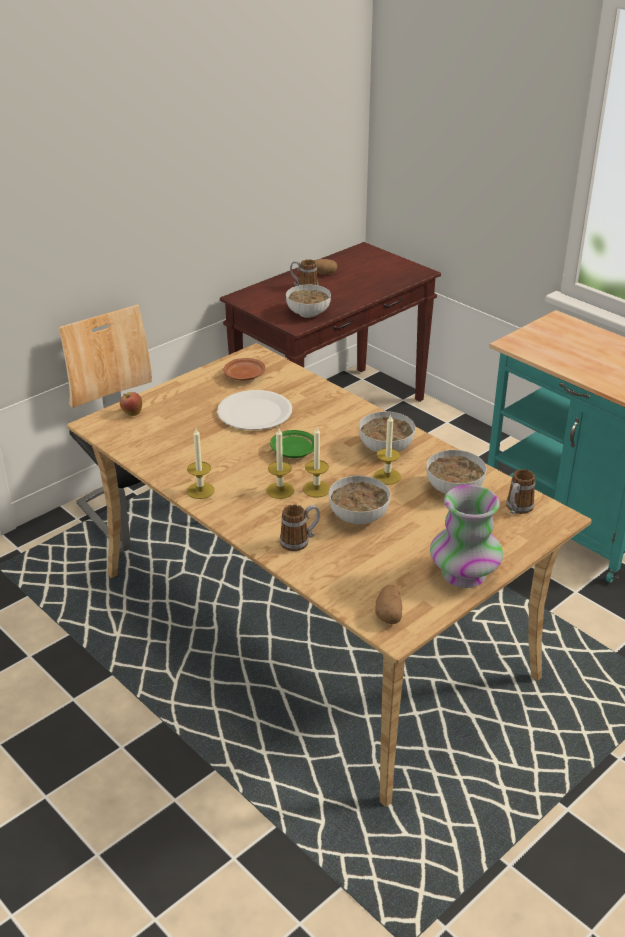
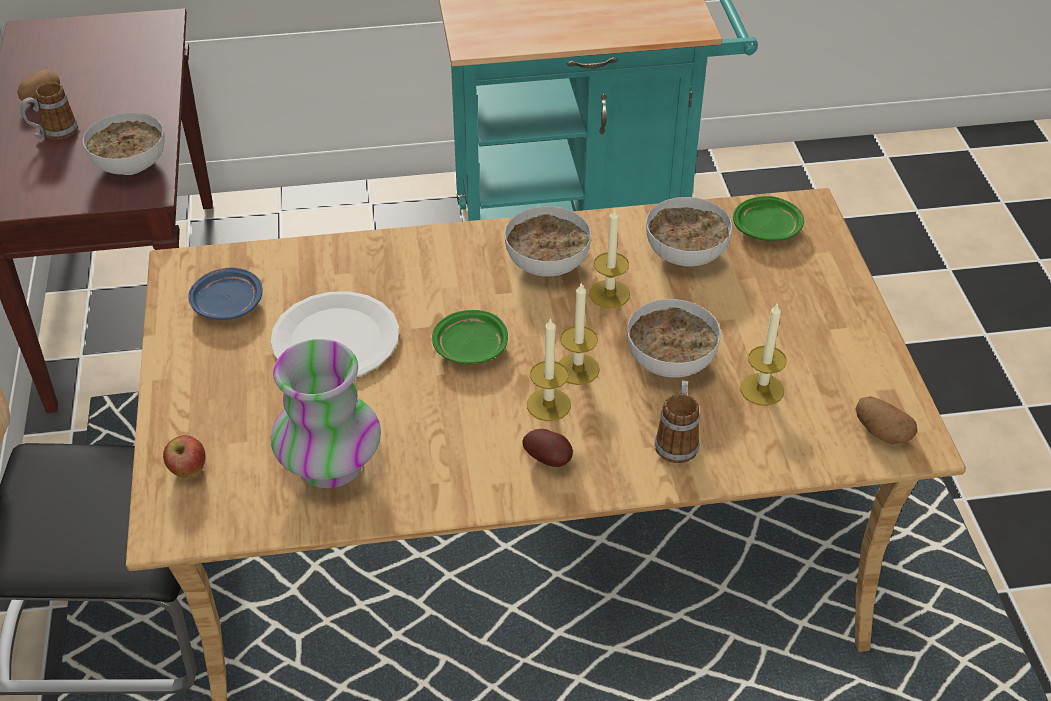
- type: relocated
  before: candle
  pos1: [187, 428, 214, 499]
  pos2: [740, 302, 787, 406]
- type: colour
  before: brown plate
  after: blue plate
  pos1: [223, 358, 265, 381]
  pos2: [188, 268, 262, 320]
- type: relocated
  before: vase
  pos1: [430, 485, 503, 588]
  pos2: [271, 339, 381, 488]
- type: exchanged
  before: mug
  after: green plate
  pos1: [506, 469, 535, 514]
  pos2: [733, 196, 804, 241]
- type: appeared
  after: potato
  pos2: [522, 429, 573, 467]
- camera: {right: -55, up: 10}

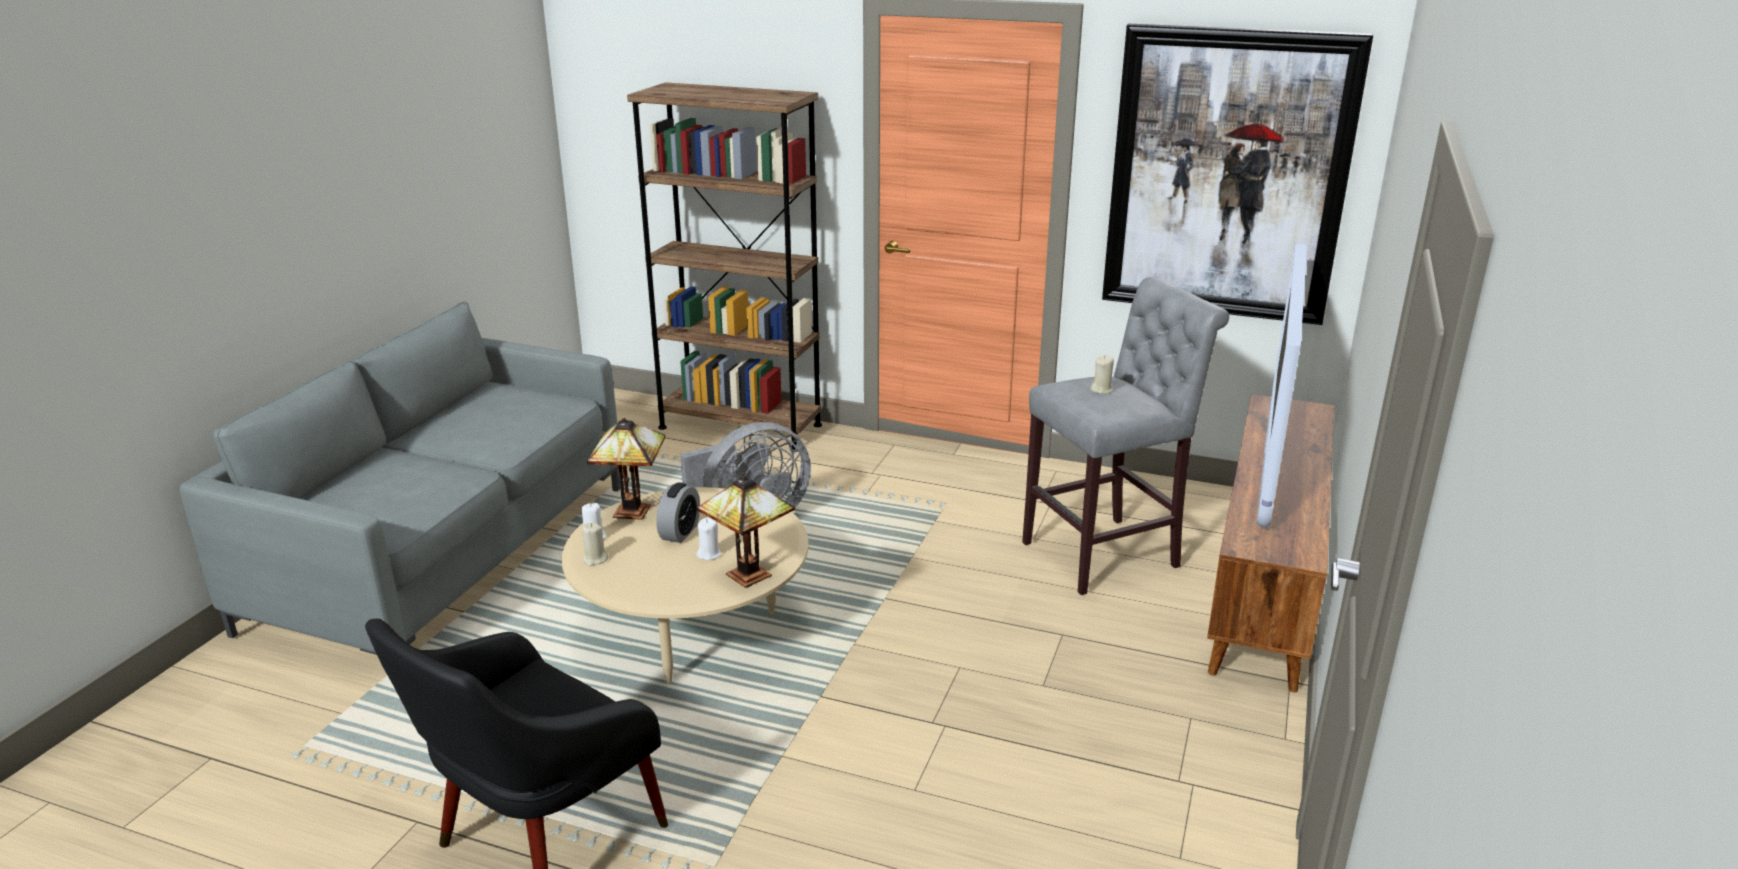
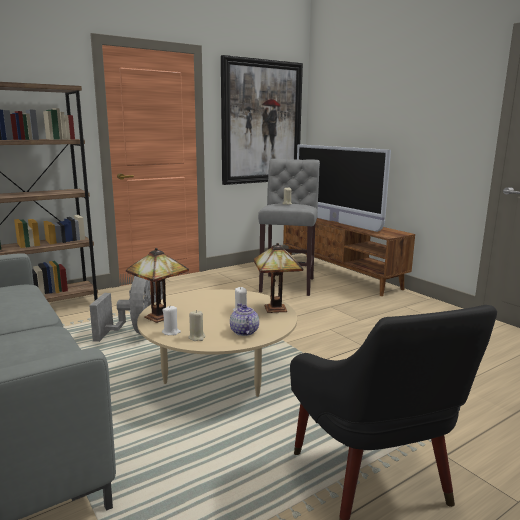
- type: missing
  before: alarm clock
  pos1: [656, 482, 700, 543]
- type: appeared
  after: teapot
  pos2: [230, 303, 259, 336]
- camera: {right: -55, up: -10}

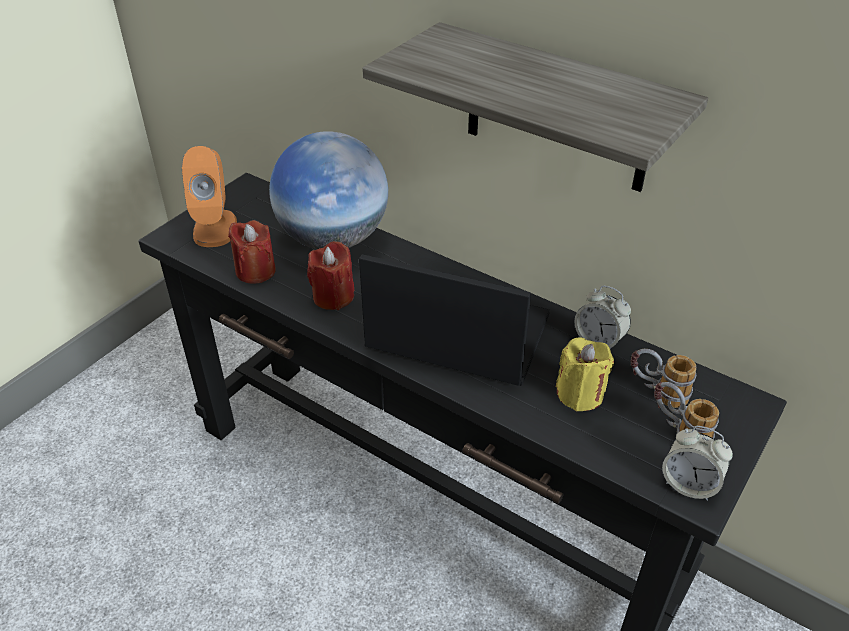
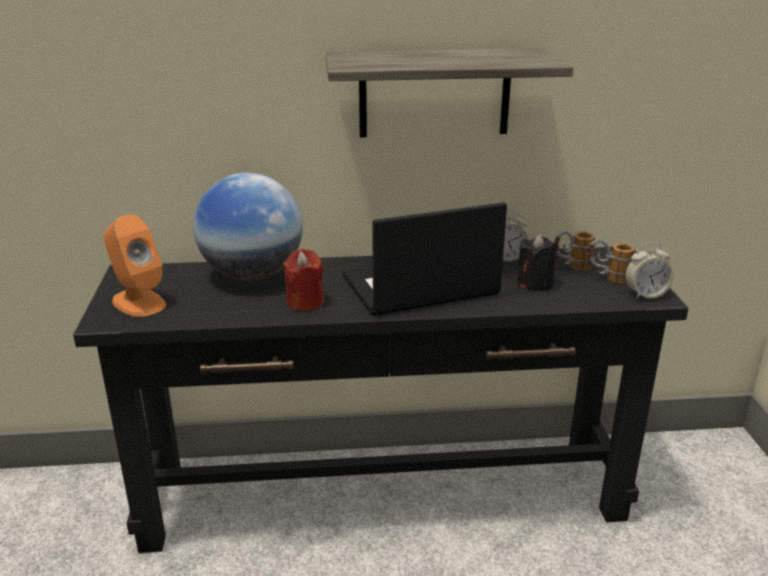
- type: missing
  before: red candle
  pos1: [228, 220, 276, 284]
- type: colour
  before: yellow candle
  after: black candle
  pos1: [556, 337, 614, 411]
  pos2: [517, 234, 558, 291]
- camera: {right: -40, up: -15}

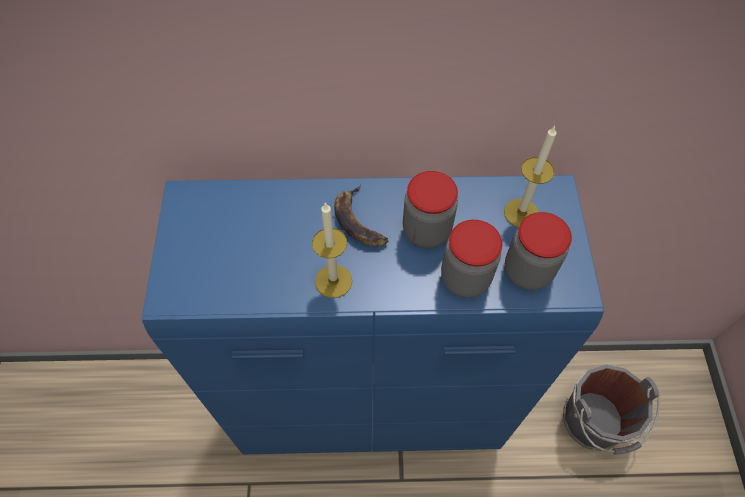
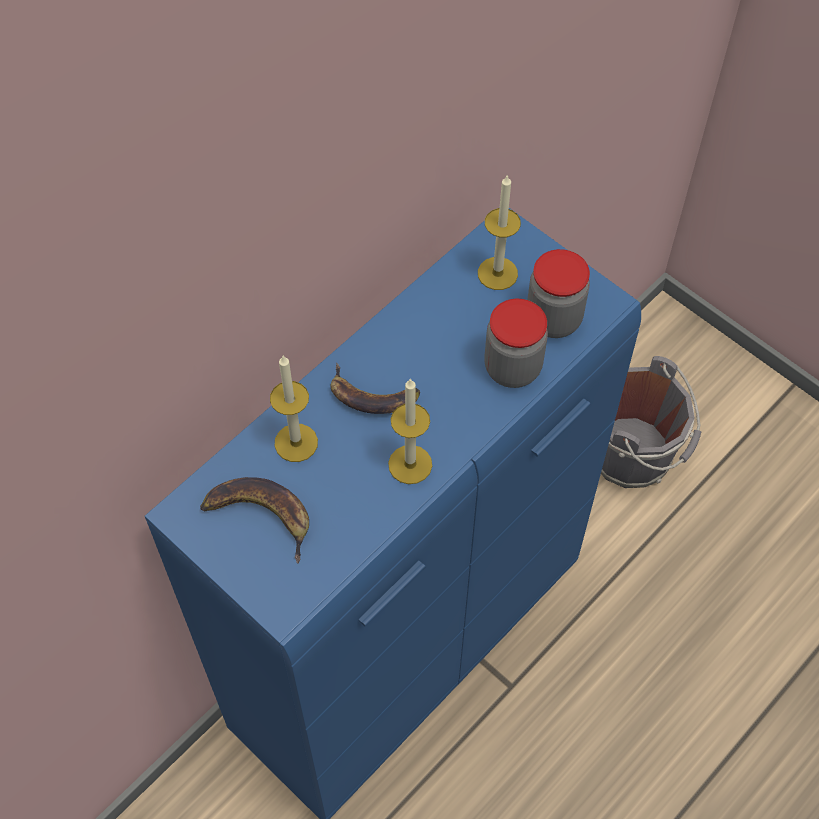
- type: missing
  before: jar
  pos1: [403, 171, 458, 248]
- type: appeared
  after: banana
  pos2: [200, 477, 309, 564]
- type: appeared
  after: candle
  pos2: [270, 356, 318, 462]
- camera: {right: -45, up: 0}

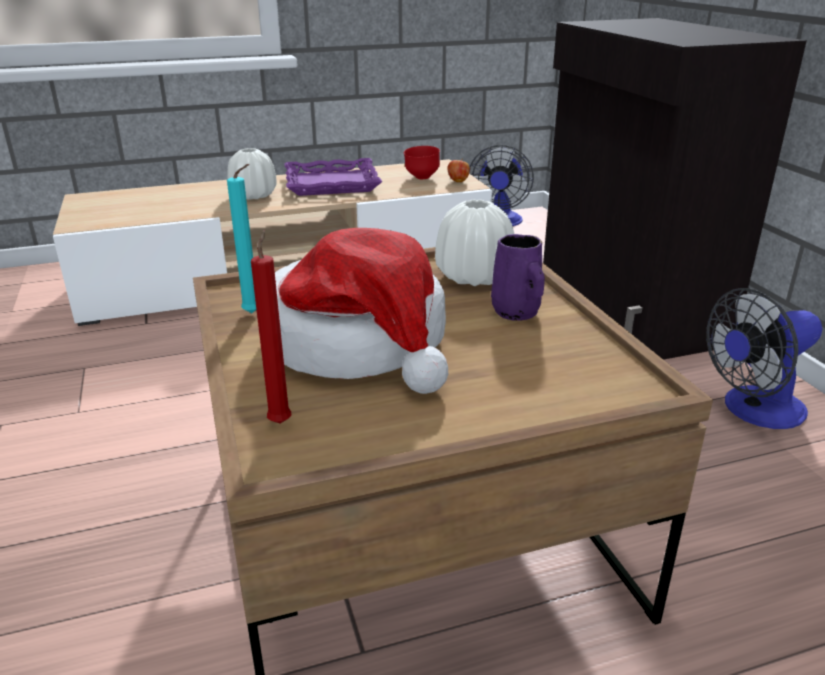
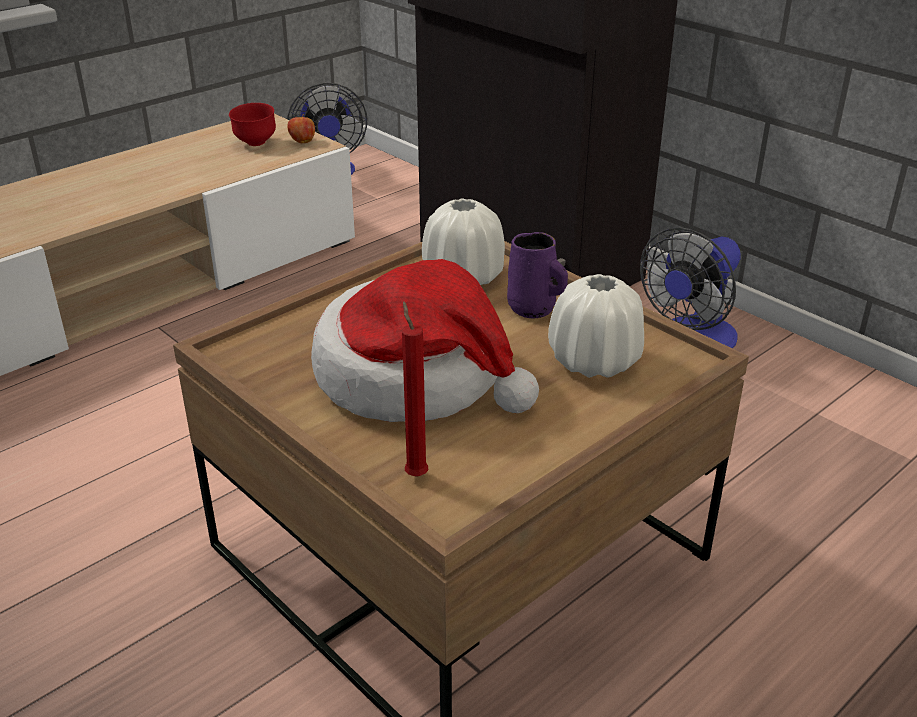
- type: relocated
  before: white vase
  pos1: [227, 148, 277, 200]
  pos2: [548, 274, 644, 378]
- type: missing
  before: turquoise candle
  pos1: [227, 164, 256, 313]
- type: missing
  before: purple tray
  pos1: [284, 158, 382, 196]
- camera: {right: -25, up: 5}

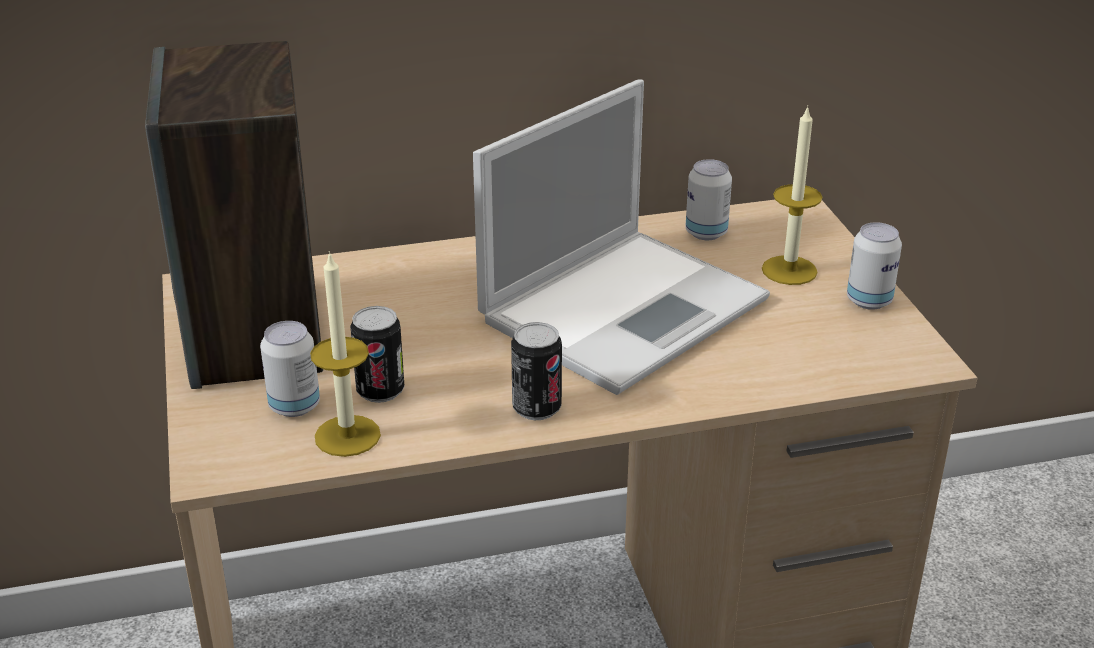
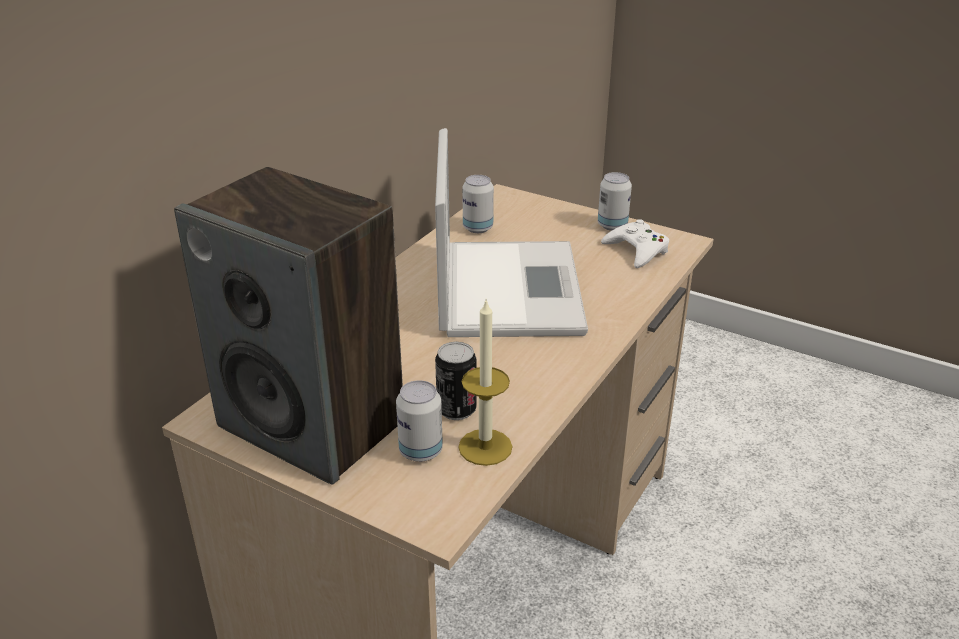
- type: missing
  before: can
  pos1: [511, 322, 562, 420]
- type: missing
  before: candle
  pos1: [762, 106, 822, 285]
- type: appeared
  after: white game controller
  pos2: [601, 219, 669, 268]
- camera: {right: -45, up: 0}

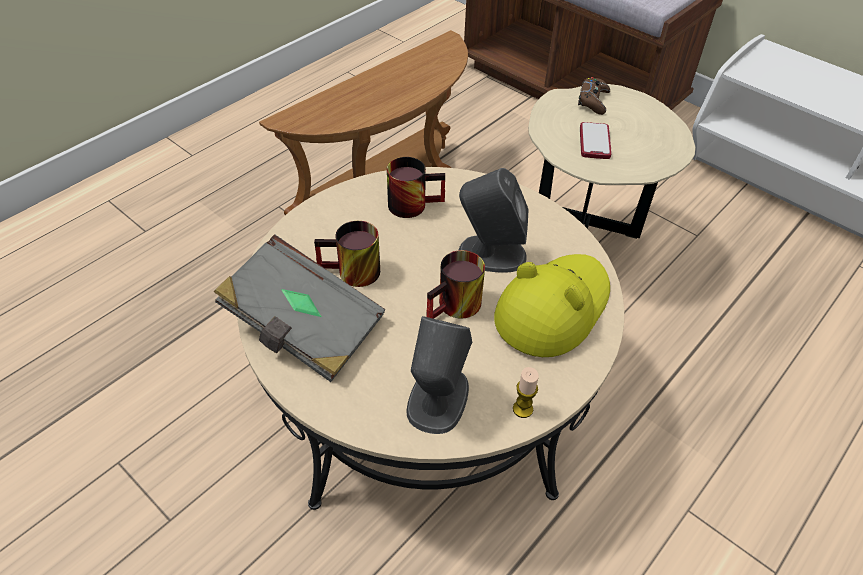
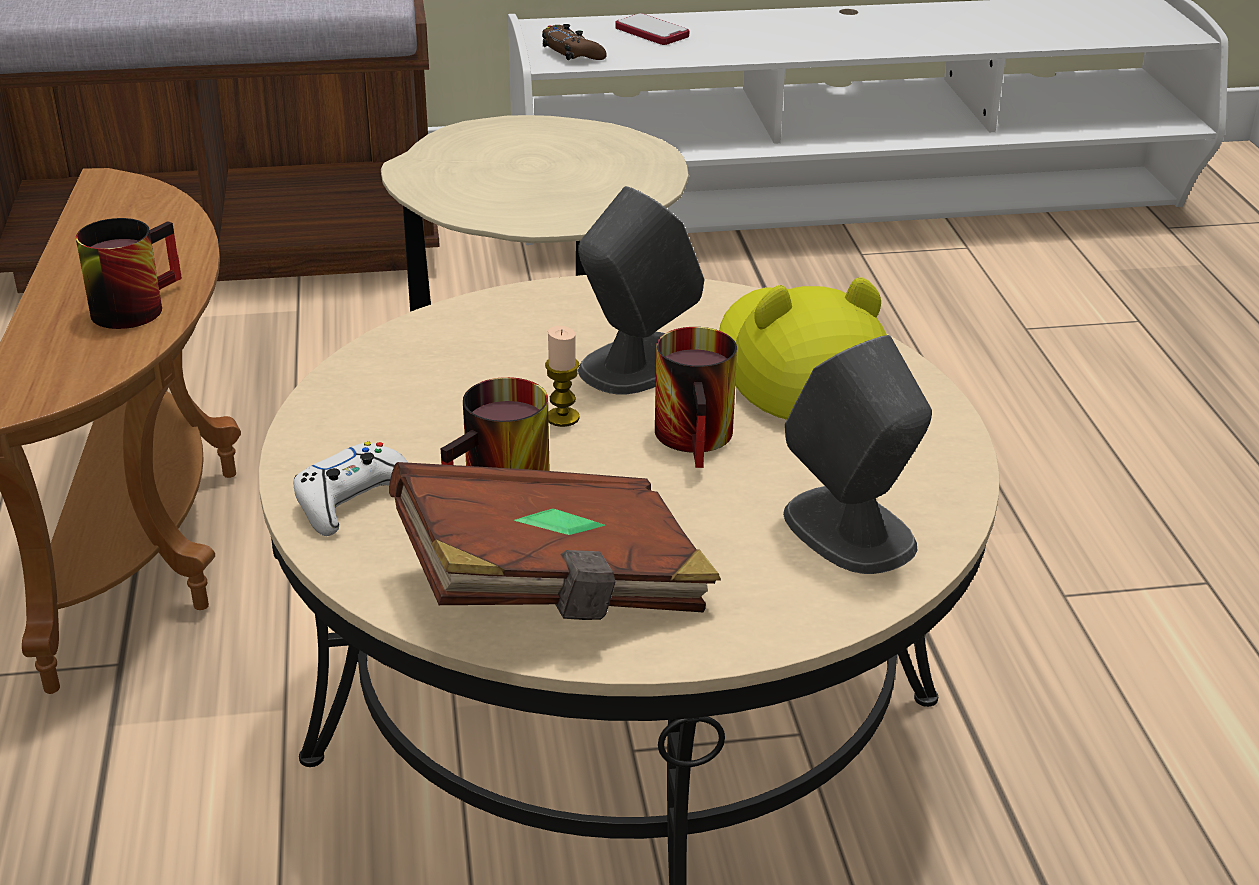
- type: colour
  before: grey book
  after: brown book
  pos1: [214, 234, 385, 382]
  pos2: [389, 462, 721, 620]
- type: relocated
  before: mug
  pos1: [387, 157, 445, 218]
  pos2: [76, 218, 182, 329]
- type: relocated
  before: candle
  pos1: [513, 367, 539, 418]
  pos2: [545, 326, 580, 427]
- type: relocated
  before: brown game controller
  pos1: [578, 77, 610, 115]
  pos2: [542, 24, 607, 60]
- type: relocated
  before: phone
  pos1: [580, 122, 612, 159]
  pos2: [615, 13, 689, 45]
- type: appeared
  after: white game controller
  pos2: [293, 441, 408, 536]
- camera: {right: -50, up: -15}

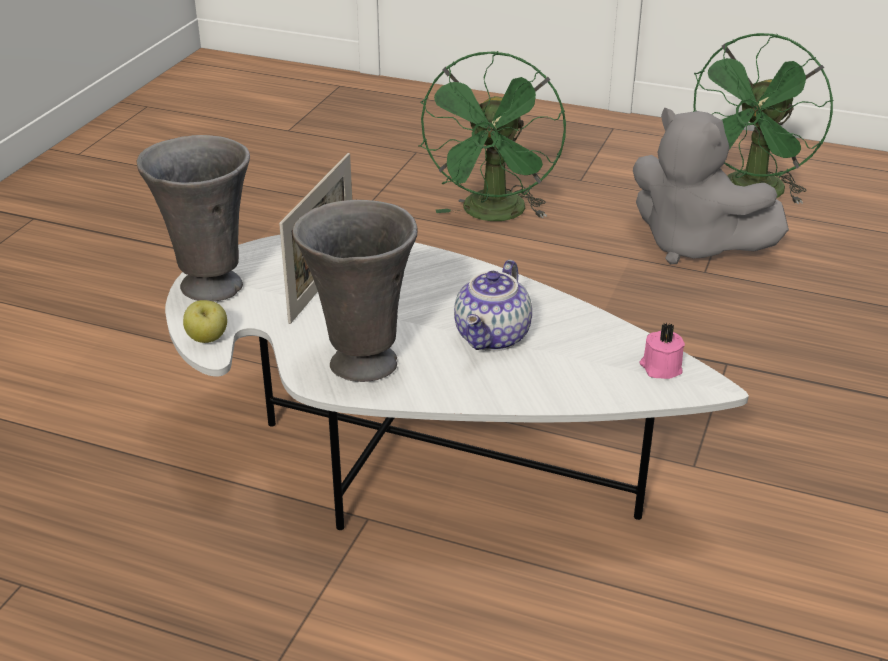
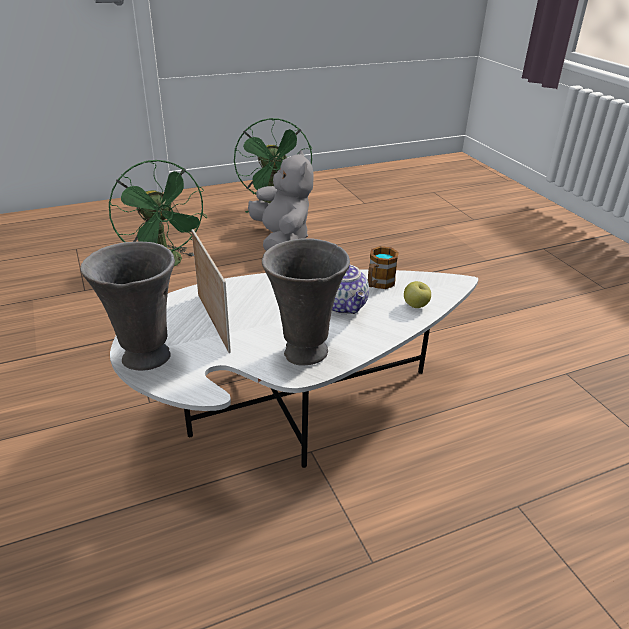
- type: relocated
  before: apple
  pos1: [183, 300, 227, 343]
  pos2: [404, 281, 431, 308]
- type: spun
  before: grey plush toy
  pos1: [633, 108, 789, 264]
  pos2: [248, 150, 314, 251]
  turn: -105
- type: missing
  before: pink candle
  pos1: [639, 322, 685, 379]
- type: appeared
  after: mug
  pos2: [368, 246, 399, 289]
- camera: {right: -45, up: 0}

